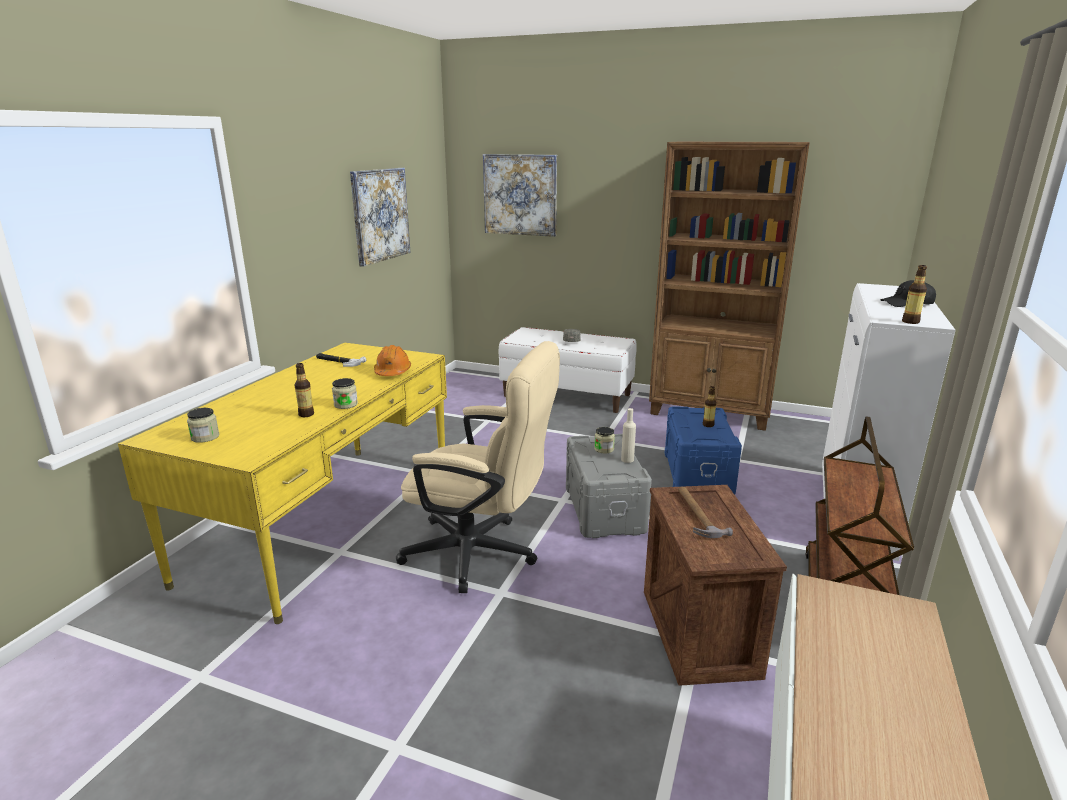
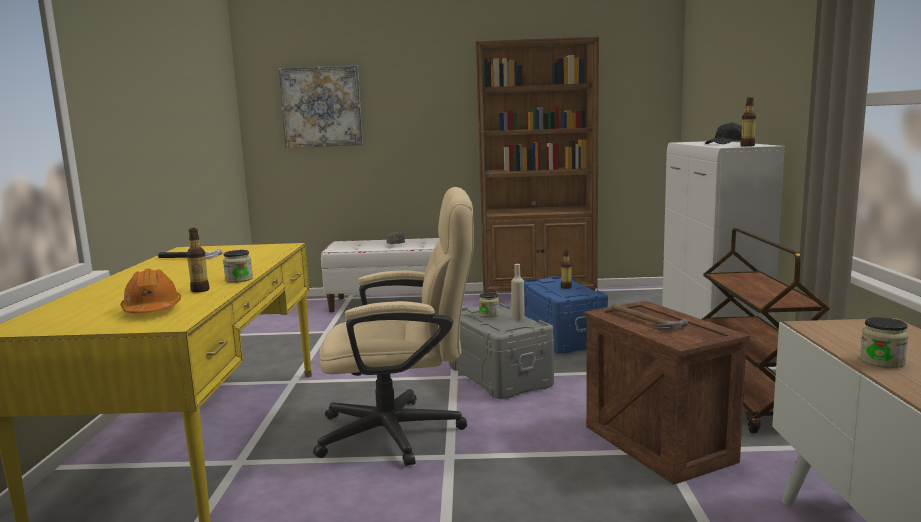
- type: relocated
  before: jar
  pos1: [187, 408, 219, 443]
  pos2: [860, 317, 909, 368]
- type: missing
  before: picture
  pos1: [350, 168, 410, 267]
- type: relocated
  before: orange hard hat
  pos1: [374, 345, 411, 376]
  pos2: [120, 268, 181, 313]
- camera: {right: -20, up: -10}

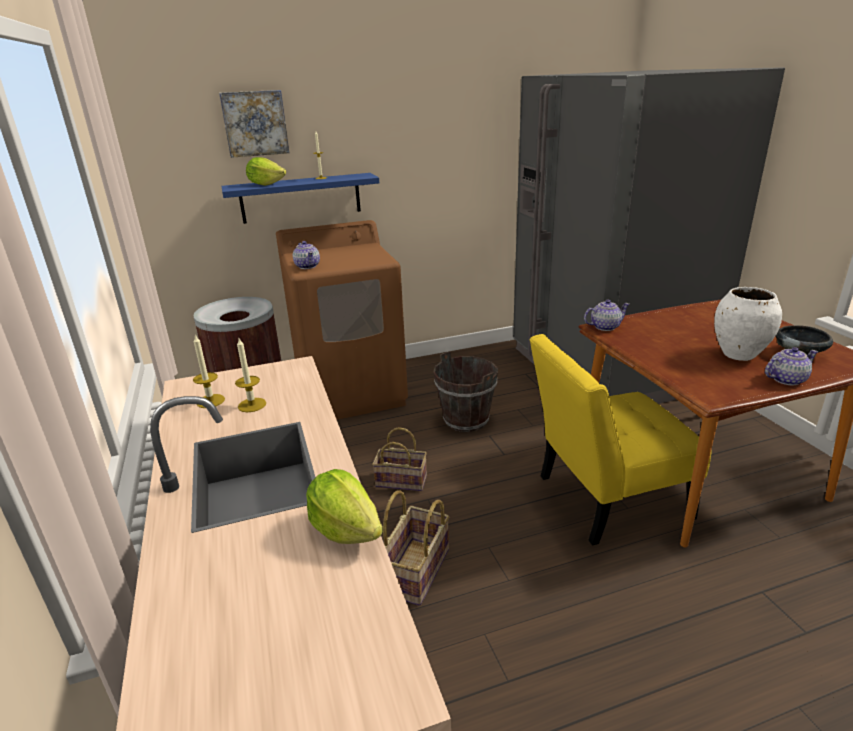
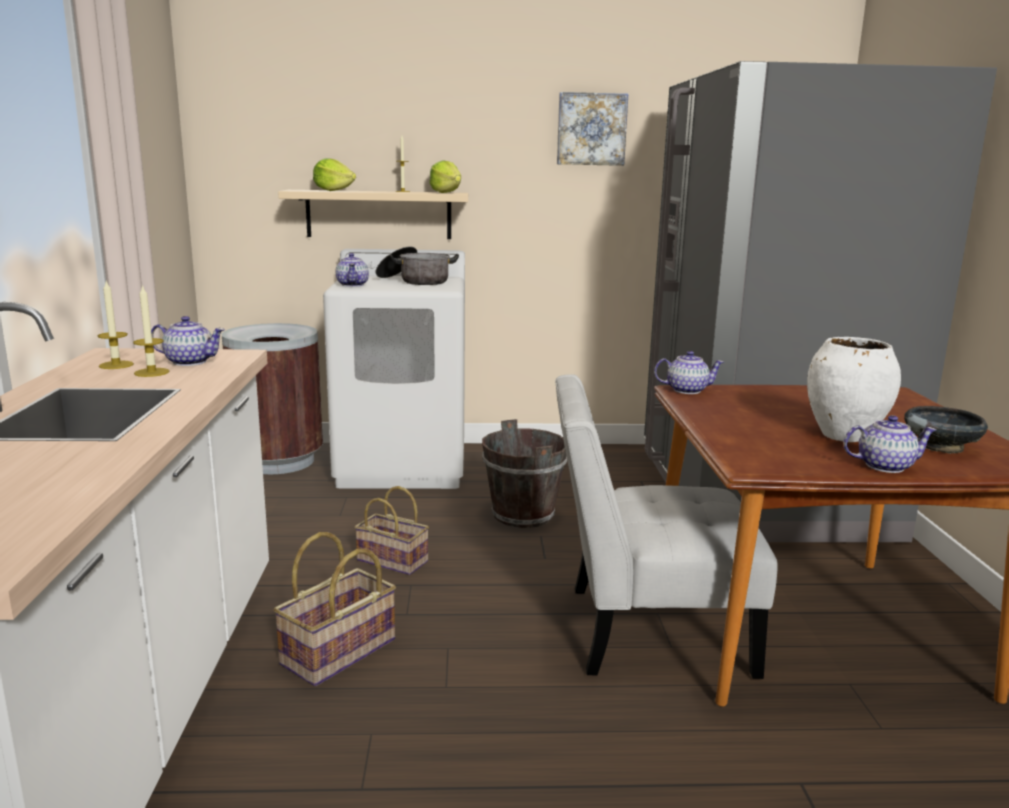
- type: relocated
  before: picture
  pos1: [219, 90, 289, 158]
  pos2: [557, 92, 628, 166]
- type: colour
  before: blue shelf
  after: beige shelf
  pos1: [221, 173, 379, 224]
  pos2: [278, 190, 468, 239]
- type: colour
  before: brown washing machine
  after: white washing machine
  pos1: [276, 220, 408, 420]
  pos2: [323, 249, 465, 489]
- type: relocated
  before: lettuce
  pos1: [306, 469, 383, 544]
  pos2: [429, 160, 461, 193]
- type: colour
  before: yellow chair
  after: white chair
  pos1: [530, 334, 712, 546]
  pos2: [555, 374, 778, 679]
- type: appeared
  after: teapot
  pos2: [151, 316, 225, 366]
- type: appeared
  after: cooking pot
  pos2: [376, 246, 459, 285]
- camera: {right: 15, up: -10}

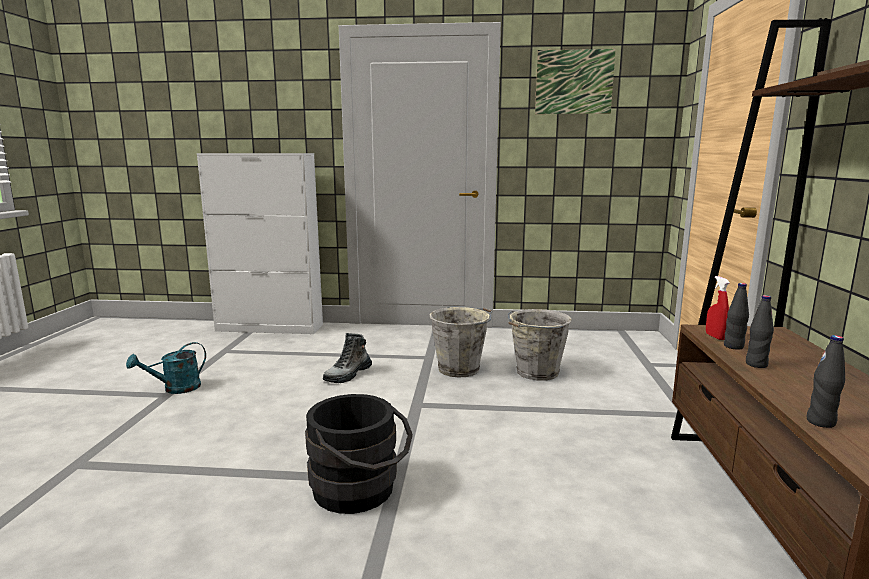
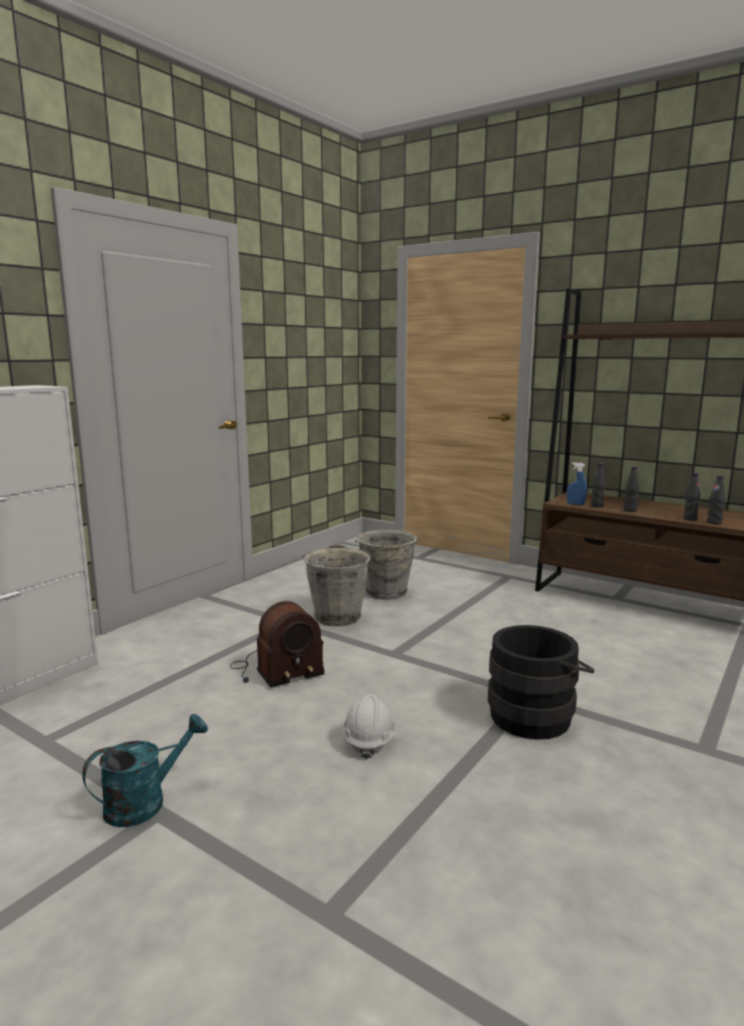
- type: spun
  before: turquoise watering can
  pos1: [126, 342, 206, 394]
  pos2: [82, 714, 208, 827]
  turn: -120
- type: exchanged
  before: boot
  after: radio
  pos1: [323, 333, 372, 383]
  pos2: [230, 601, 325, 688]
- type: missing
  before: picture
  pos1: [535, 49, 616, 114]
- type: colour
  before: red spray bottle
  after: blue spray bottle
  pos1: [706, 276, 730, 340]
  pos2: [567, 462, 587, 505]
- type: appeared
  after: white hard hat
  pos2: [343, 694, 396, 759]
- type: appeared
  after: black bottle
  pos2: [683, 473, 700, 521]
- camera: {right: -60, up: 0}

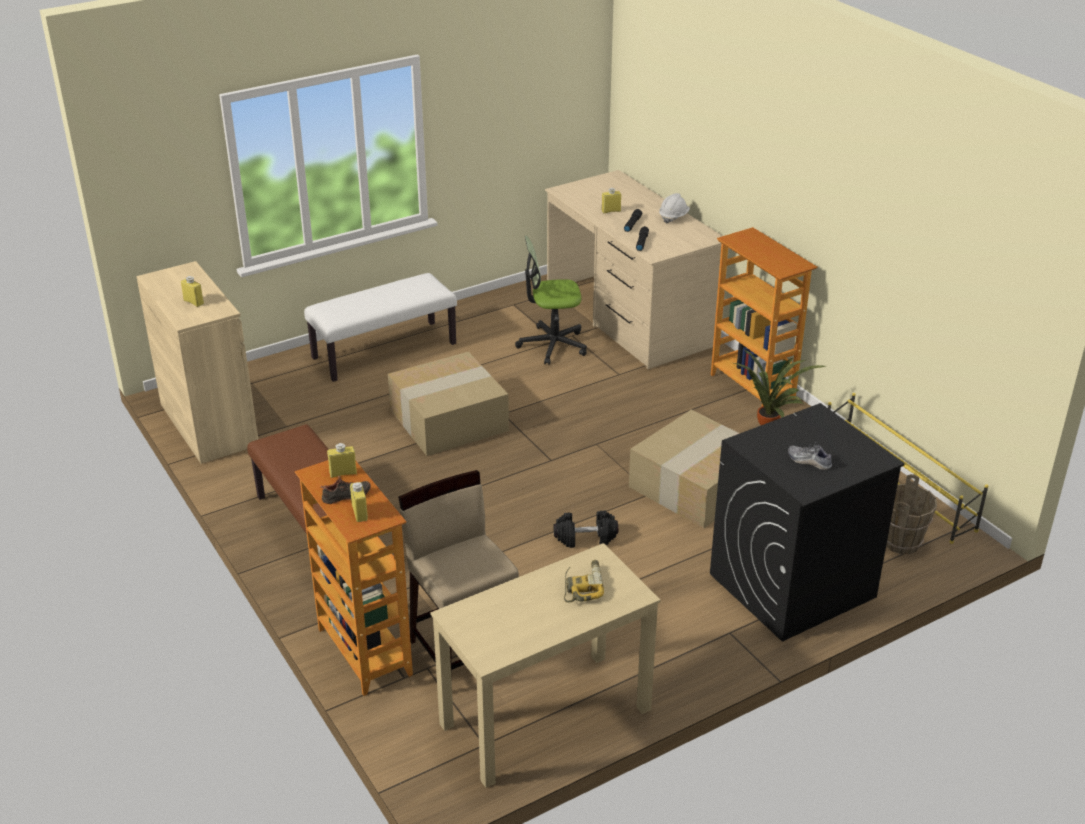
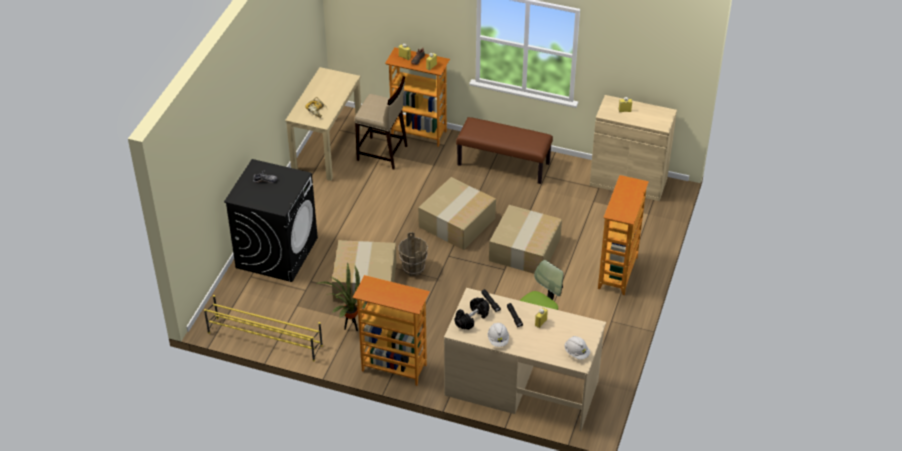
- type: exchanged
  before: white bench
  after: bookcase
  pos1: [304, 273, 457, 382]
  pos2: [598, 175, 649, 295]
- type: relocated
  before: black dumbbell
  pos1: [554, 510, 618, 548]
  pos2: [455, 298, 490, 330]
- type: relocated
  before: brown bucket
  pos1: [886, 474, 937, 554]
  pos2: [398, 232, 428, 276]
- type: appeared
  after: cardboard box
  pos2: [418, 177, 496, 250]
- type: appeared
  after: white hard hat
  pos2: [565, 336, 590, 360]
- camera: {right: 140, up: 10}

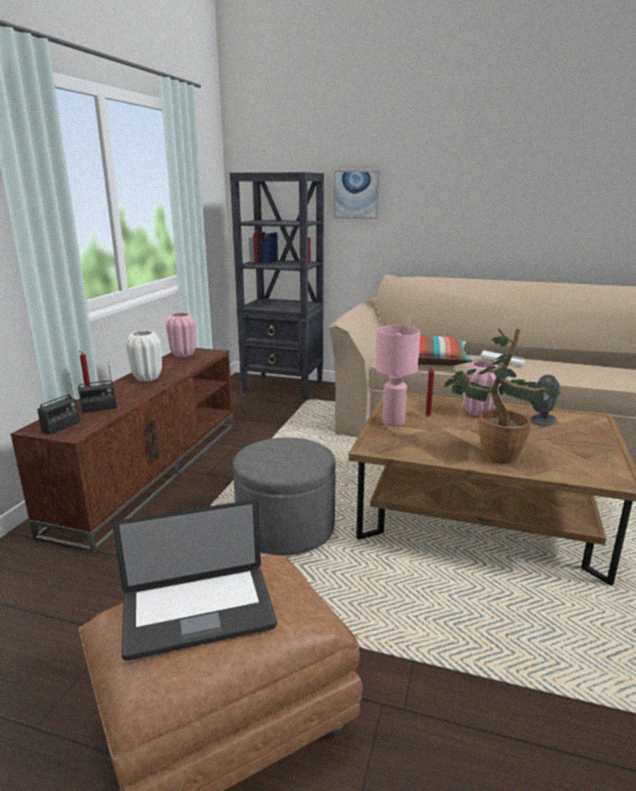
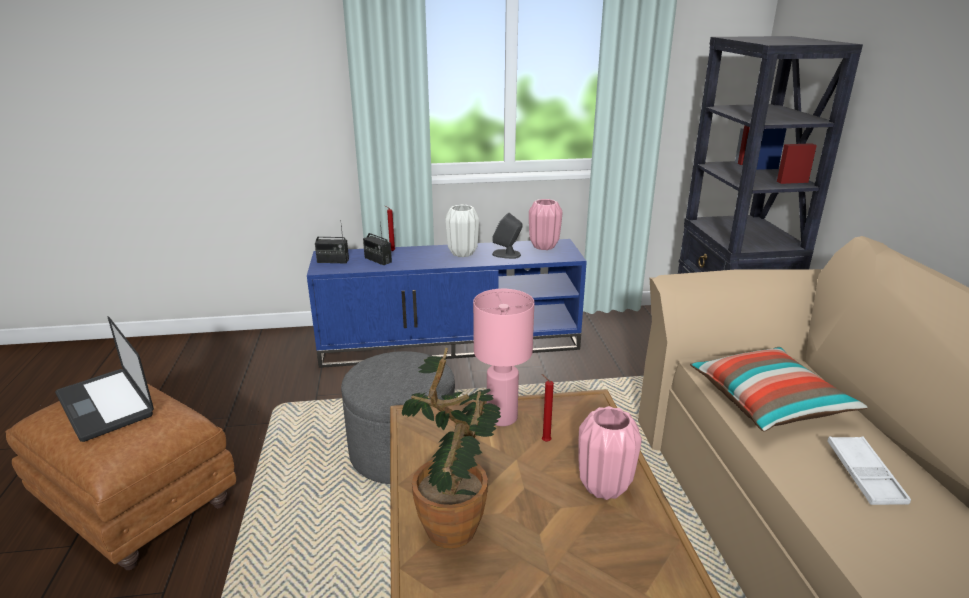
- type: colour
  before: brown tv stand
  after: blue tv stand
  pos1: [11, 348, 233, 553]
  pos2: [307, 239, 587, 368]
- type: missing
  before: picture
  pos1: [334, 171, 379, 219]
- type: relocated
  before: grey speaker
  pos1: [530, 375, 560, 426]
  pos2: [492, 213, 523, 259]
- camera: {right: 65, up: 5}

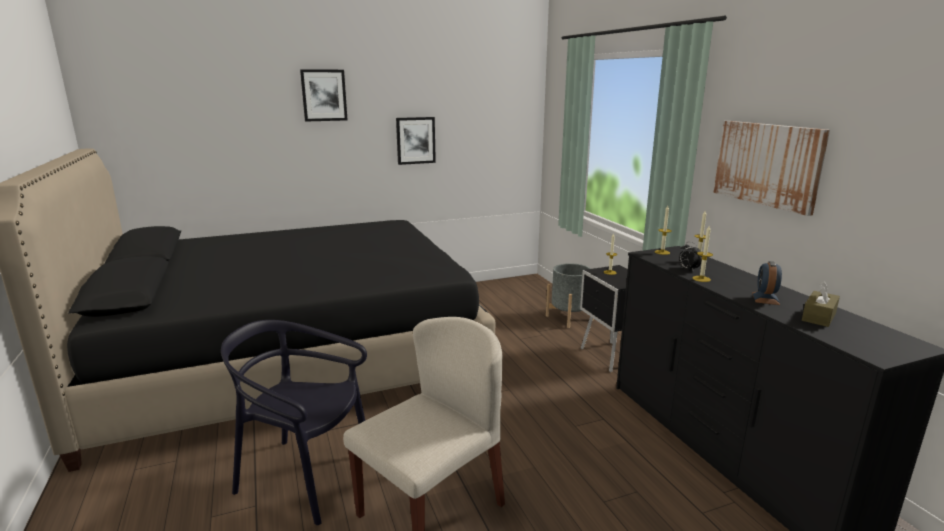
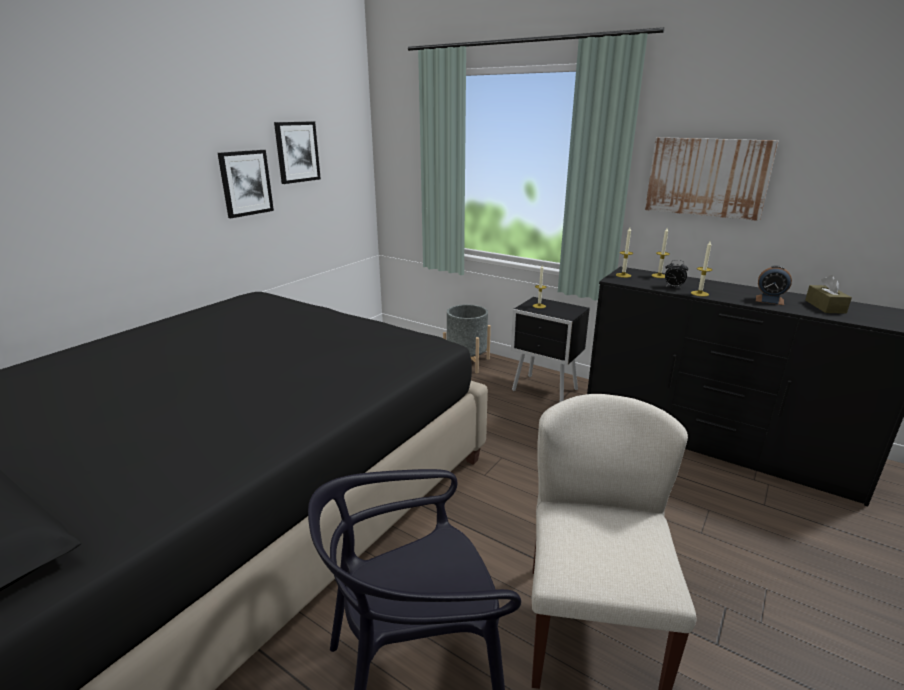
- type: relocated
  before: picture
  pos1: [300, 69, 348, 122]
  pos2: [274, 121, 321, 184]
- type: spun
  before: alarm clock
  pos1: [752, 261, 782, 305]
  pos2: [756, 265, 792, 305]
  turn: -45
- camera: {right: -35, up: 5}

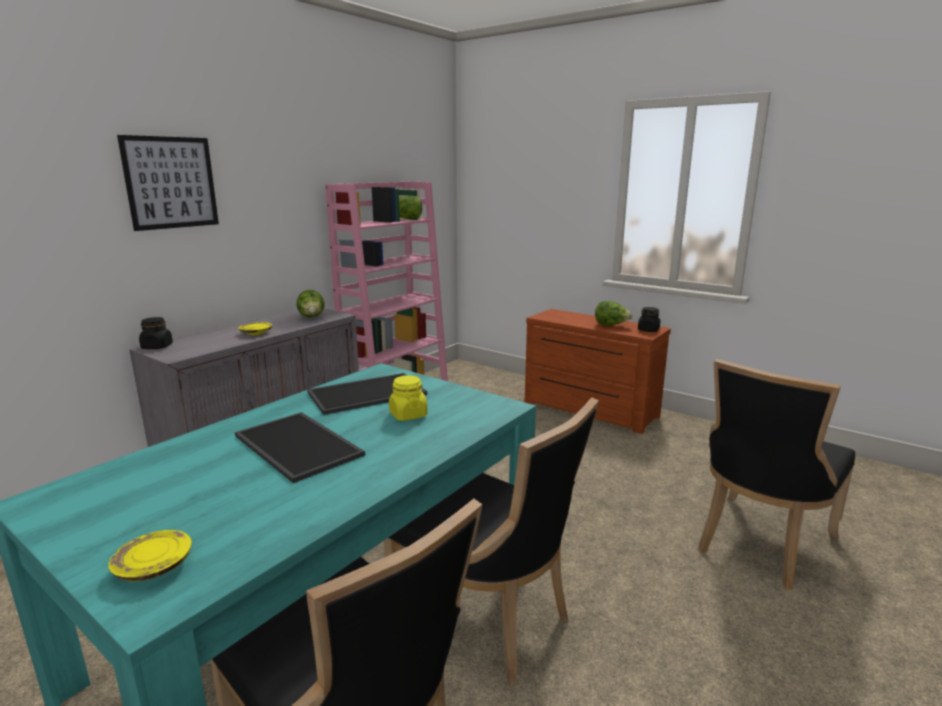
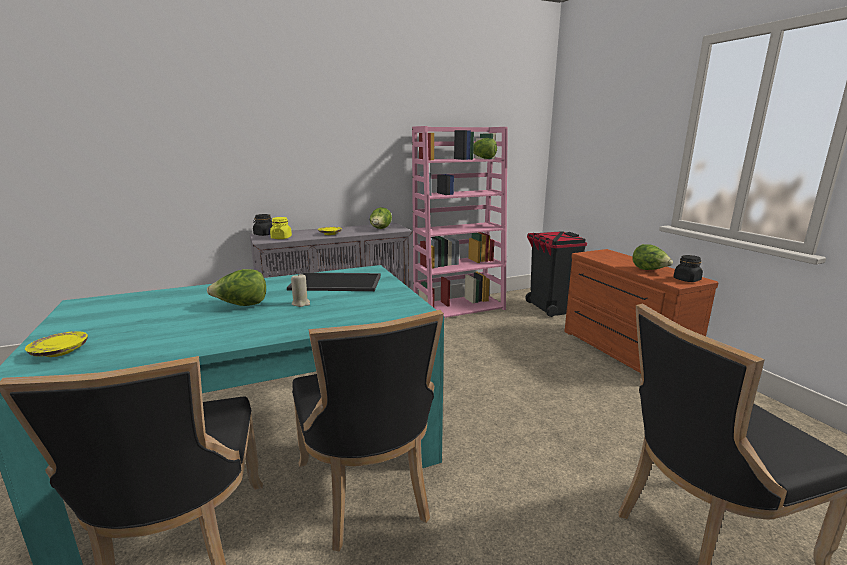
- type: missing
  before: picture
  pos1: [117, 135, 219, 231]
- type: exchanged
  before: tray
  after: lettuce
  pos1: [235, 412, 365, 483]
  pos2: [207, 269, 266, 306]
- type: relocated
  before: yellow jar
  pos1: [389, 375, 428, 421]
  pos2: [270, 217, 292, 239]
- type: appeared
  after: beige candle
  pos2: [291, 273, 310, 307]
- type: appeared
  after: black trash can
  pos2: [525, 231, 587, 317]
- camera: {right: 30, up: 0}

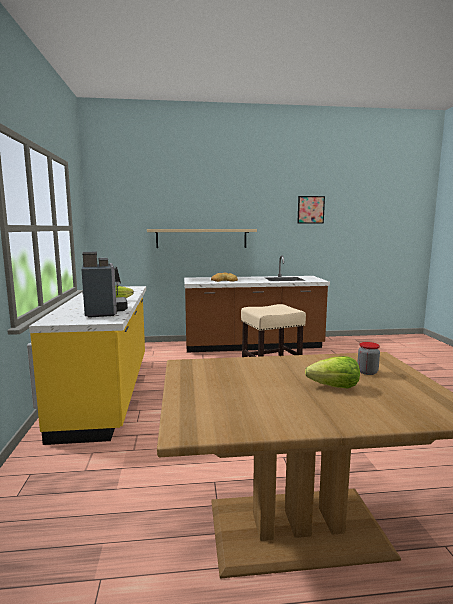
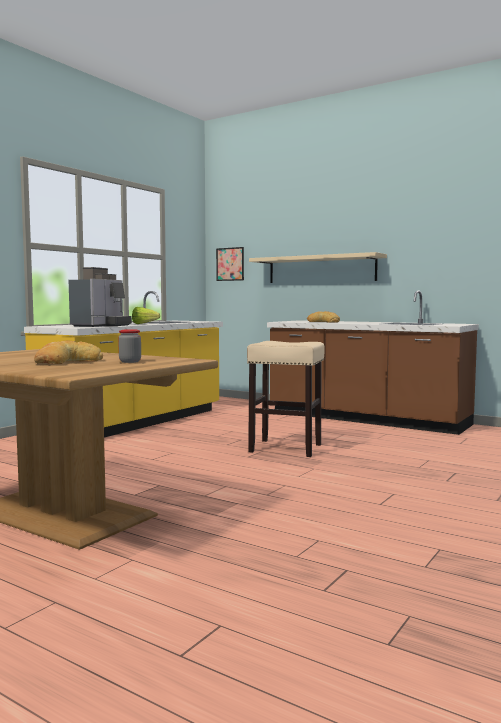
- type: relocated
  before: picture
  pos1: [297, 196, 325, 224]
  pos2: [216, 247, 244, 281]
- type: exchanged
  before: lettuce
  after: bread
  pos1: [305, 356, 360, 388]
  pos2: [34, 341, 103, 364]
- camera: {right: 40, up: -5}

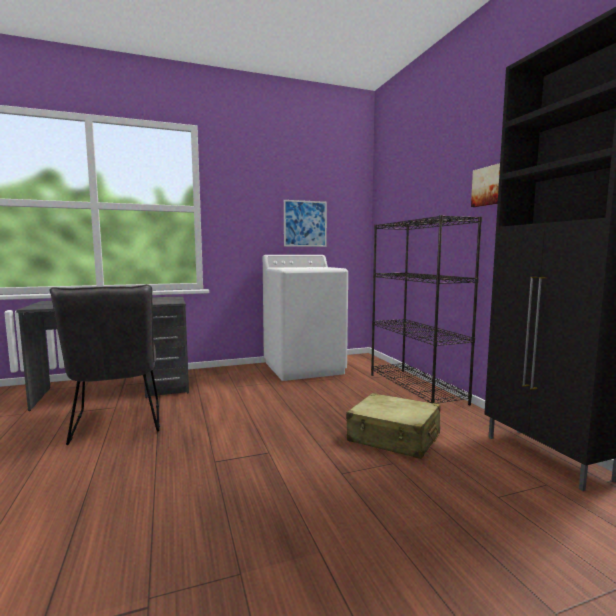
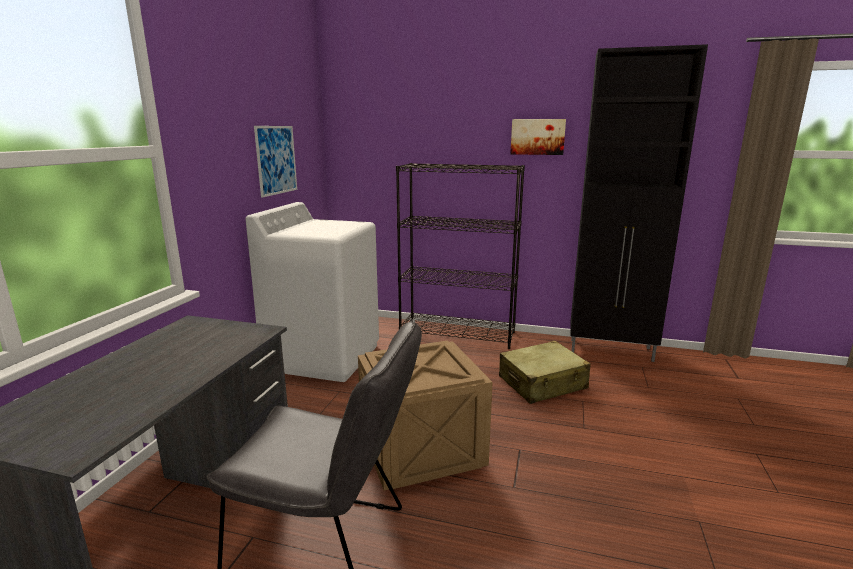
- type: appeared
  after: crate
  pos2: [358, 340, 493, 490]
- camera: {right: -55, up: 10}

